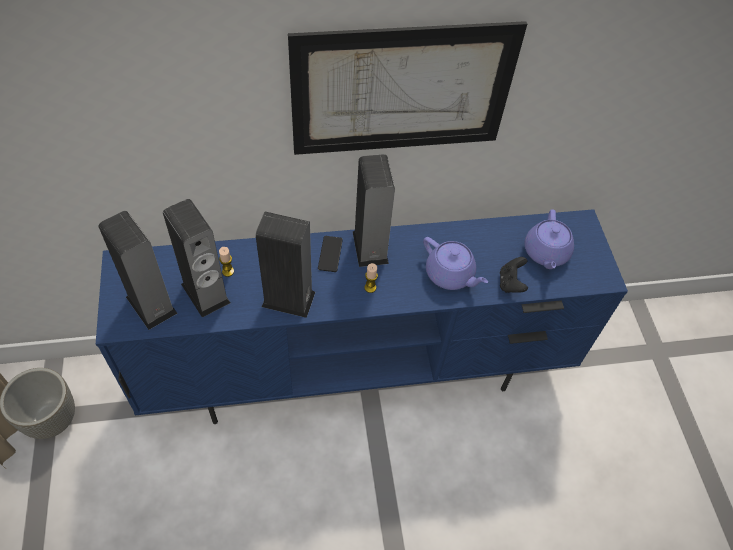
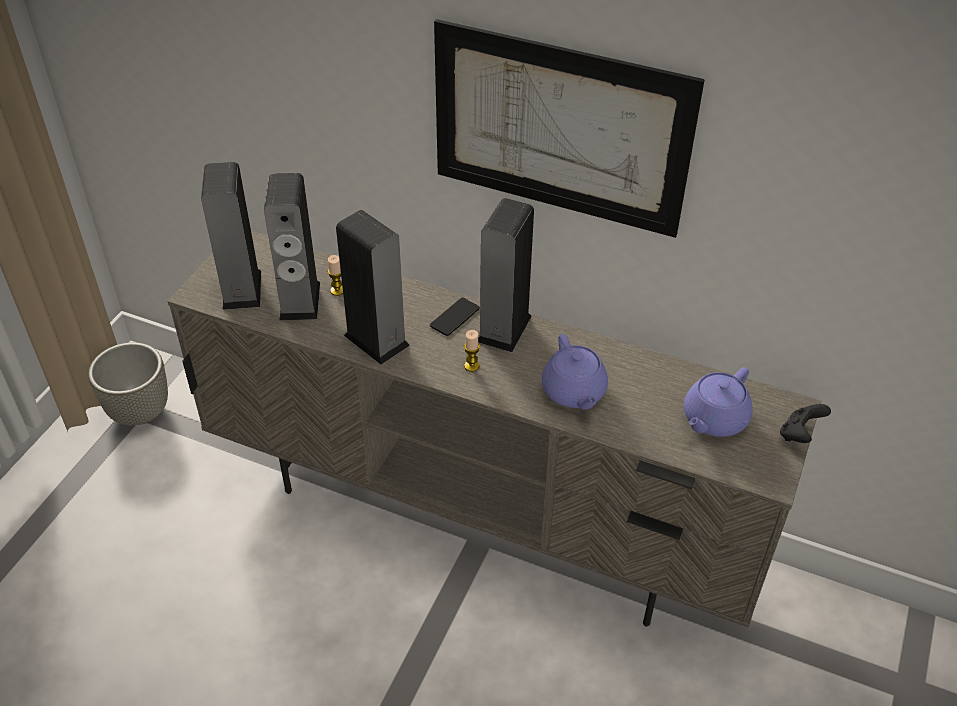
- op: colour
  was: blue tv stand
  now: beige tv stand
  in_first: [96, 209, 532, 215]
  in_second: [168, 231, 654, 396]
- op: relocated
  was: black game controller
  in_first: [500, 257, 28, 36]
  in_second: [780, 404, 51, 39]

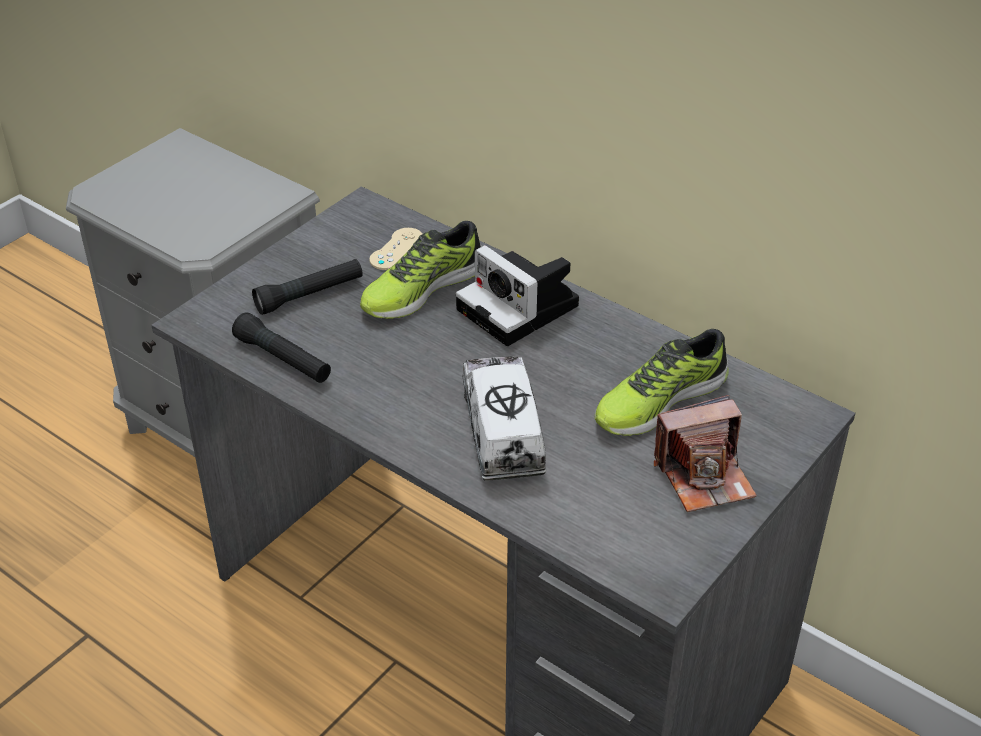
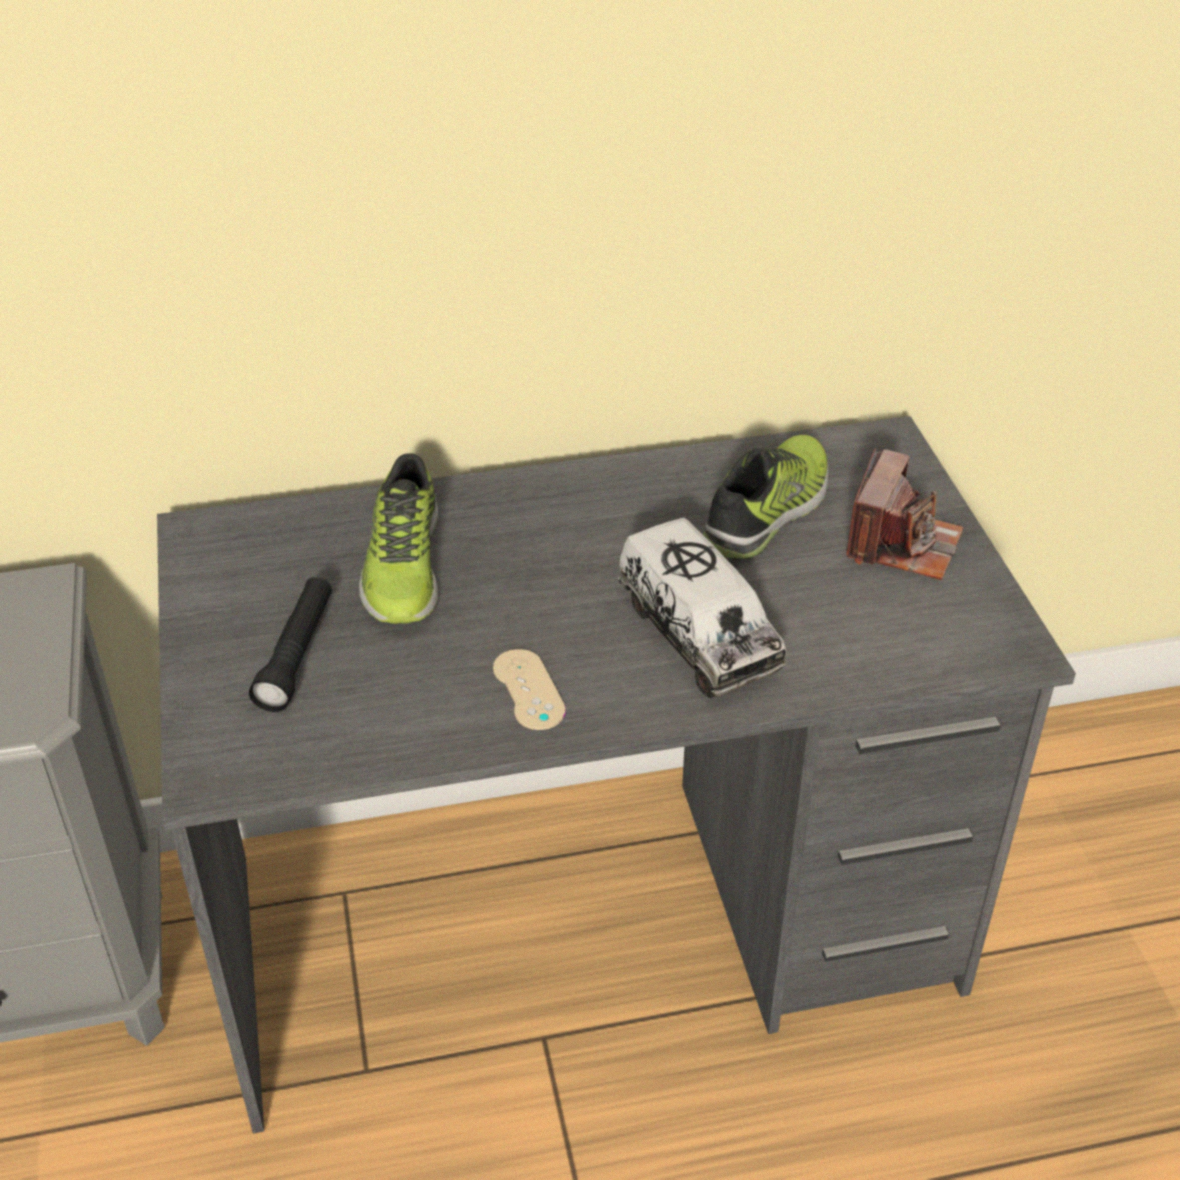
- op: relocated
  was: beige game controller
  in_first: [369, 228, 53, 42]
  in_second: [493, 649, 73, 81]
- op: spun
  was: toy truck
  in_first: [462, 356, 85, 125]
  in_second: [618, 518, 169, 180]
  clockwise: -150
- op: spun
  was: shoe
  in_first: [594, 329, 135, 107]
  in_second: [703, 435, 125, 125]
  clockwise: -150
- op: missing
  was: black flashlight
  in_first: [232, 312, 99, 71]
- op: missing
  was: photo camera
  in_first: [456, 245, 123, 101]

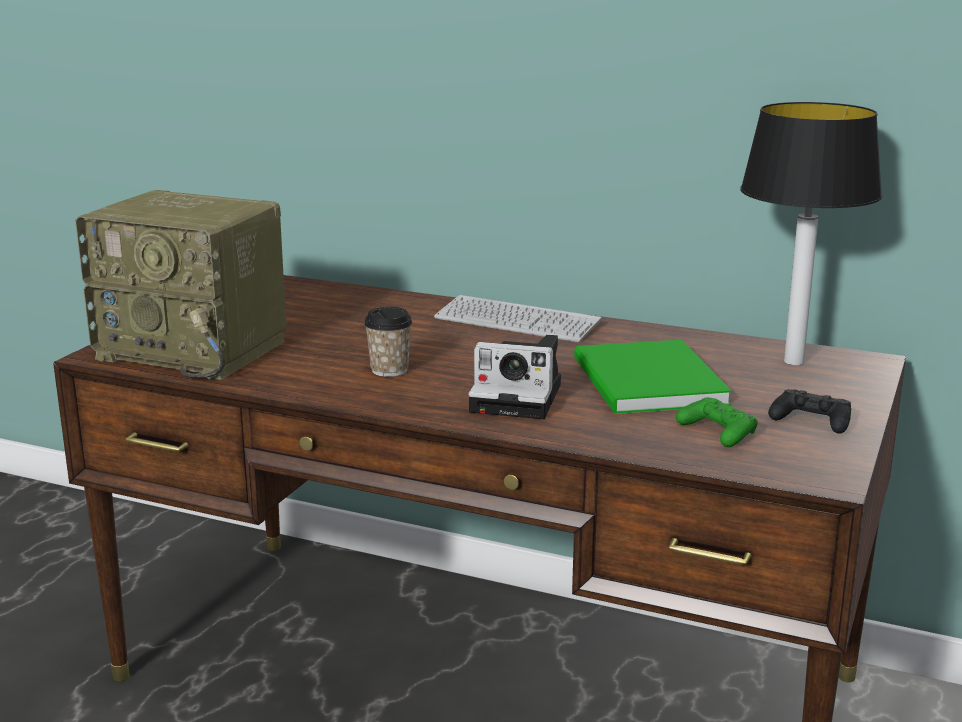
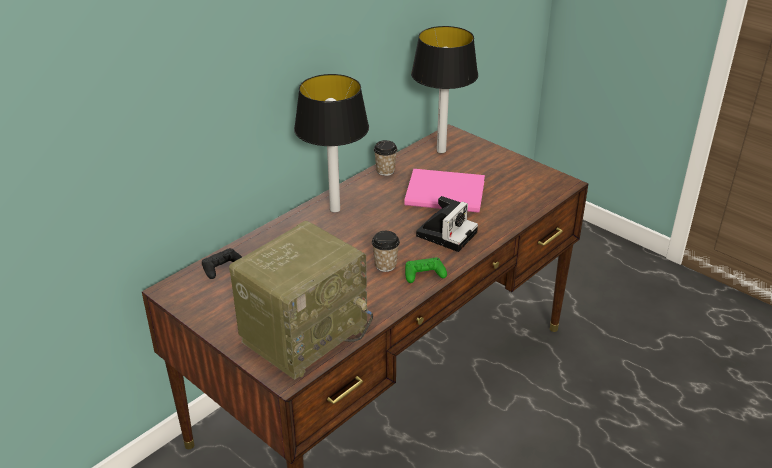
- op: relocated
  was: black game controller
  in_first: [768, 389, 83, 45]
  in_second: [202, 248, 40, 31]
- op: exchanged
  was: keyboard
  now: table lamp
  in_first: [434, 295, 167, 47]
  in_second: [294, 74, 75, 139]
- op: appeared
  now: cup
  in_second: [374, 140, 24, 36]
- op: colour
  was: green book
  now: pink book
  in_first: [574, 340, 158, 74]
  in_second: [404, 169, 81, 44]
- op: relocated
  was: green game controller
  in_first: [676, 397, 82, 50]
  in_second: [405, 257, 42, 26]

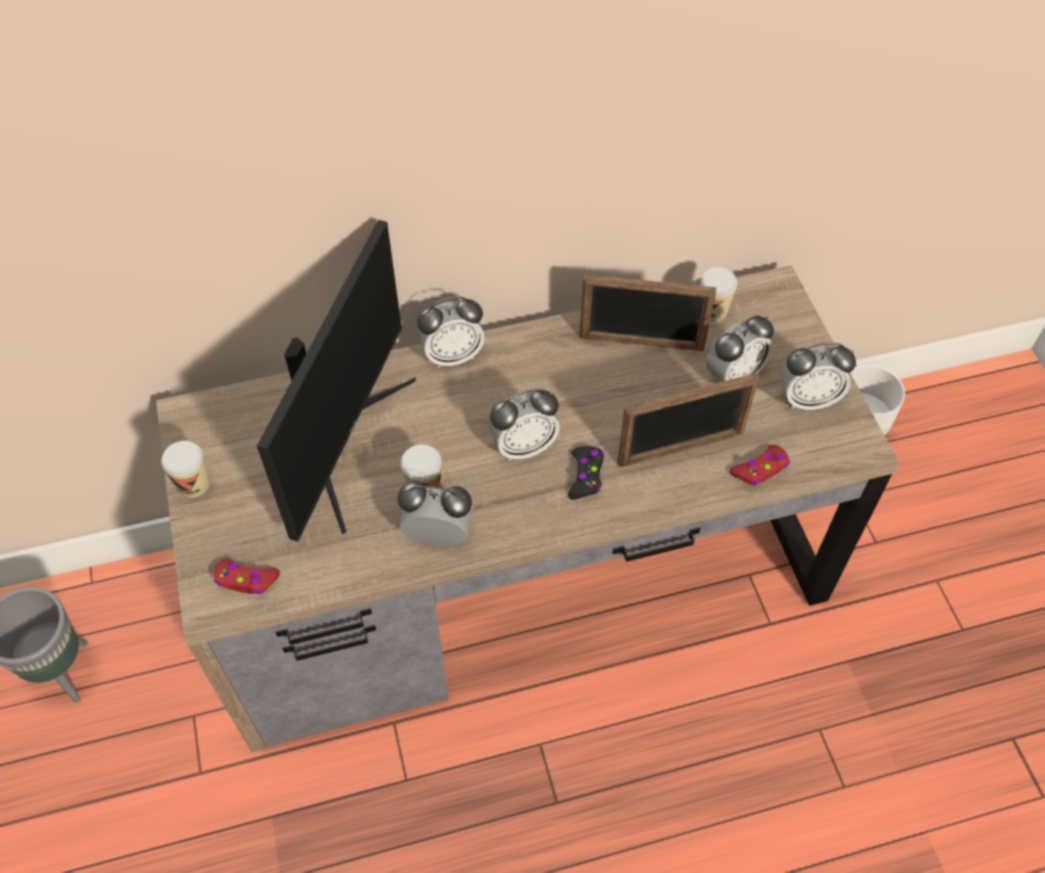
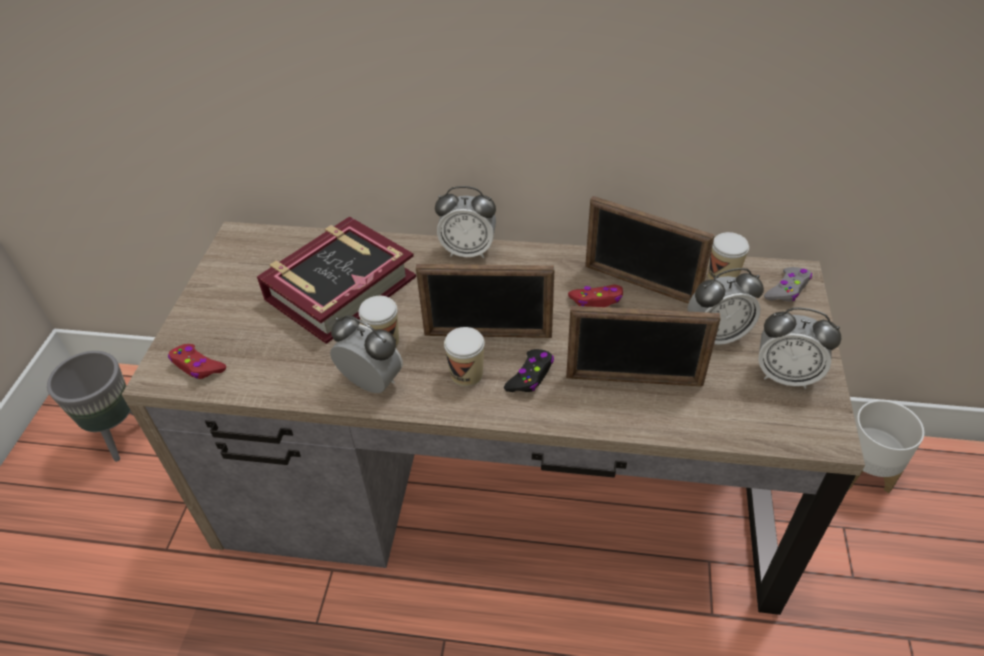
- op: exchanged
  was: monitor
  now: book
  in_first: [257, 220, 159, 322]
  in_second: [257, 216, 159, 128]
- op: exchanged
  was: alarm clock
  now: picture frame
  in_first: [488, 389, 72, 72]
  in_second: [416, 264, 139, 74]
- op: relocated
  was: cup
  in_first: [161, 441, 49, 57]
  in_second: [444, 327, 41, 60]
- op: relocated
  was: red game controller
  in_first: [729, 445, 61, 41]
  in_second: [568, 285, 55, 22]
- op: appeared
  now: grey game controller
  in_second: [764, 267, 48, 35]

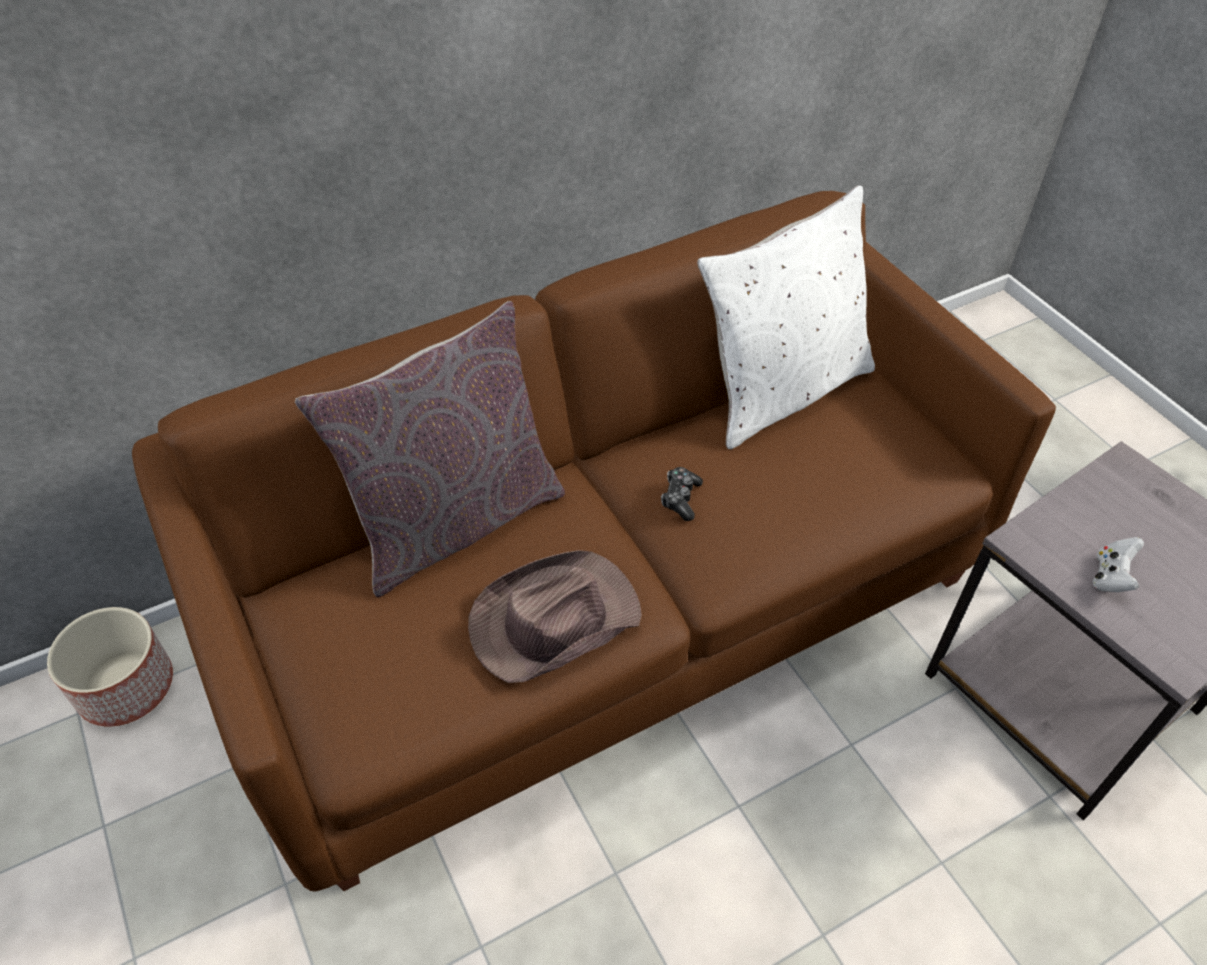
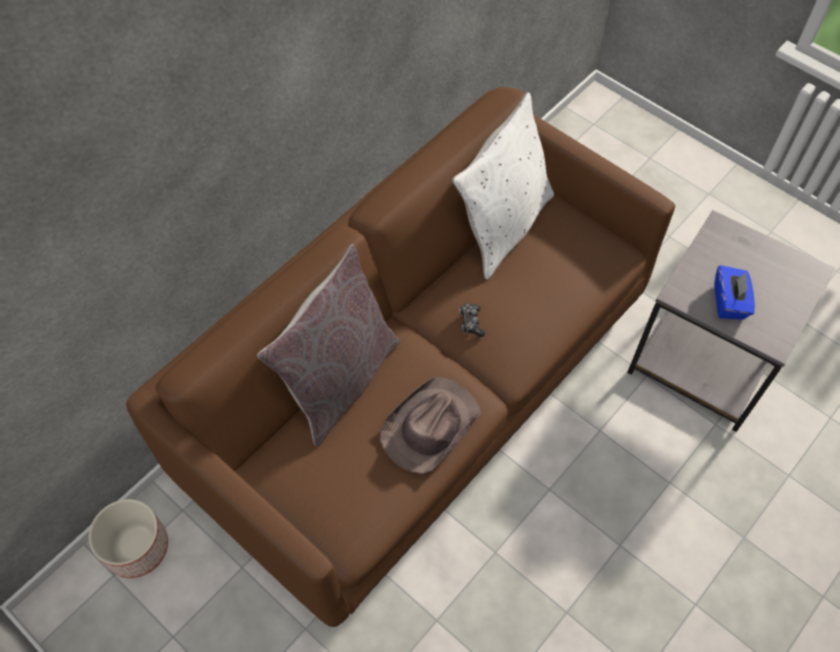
- op: exchanged
  was: white game controller
  now: blue tissue box
  in_first: [1093, 537, 51, 55]
  in_second: [714, 265, 41, 55]

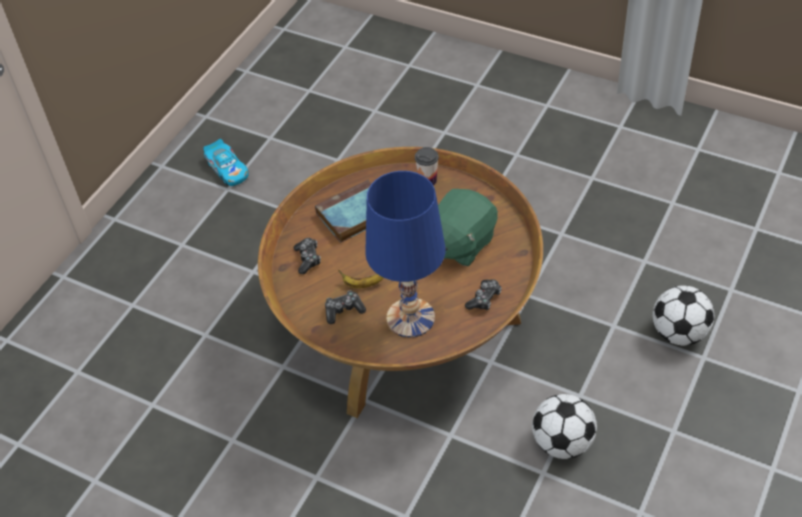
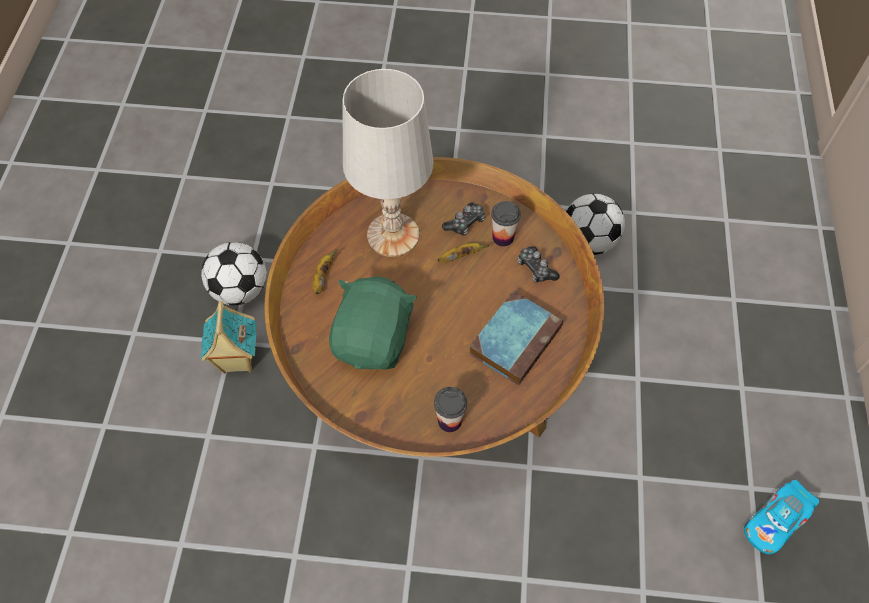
- op: appeared
  now: toy house
  in_second: [201, 301, 56, 73]
- op: exchanged
  was: game controller
  now: banana
  in_first: [465, 279, 37, 31]
  in_second: [313, 248, 24, 46]
- op: colour
  was: blue table lamp
  now: white table lamp
  in_first: [365, 171, 80, 167]
  in_second: [343, 69, 90, 188]
- op: appeared
  now: cup
  in_second: [491, 201, 30, 46]
- op: relocated
  was: football
  in_first: [653, 285, 61, 60]
  in_second: [566, 193, 59, 62]
- op: spun
  was: toy car
  in_first: [203, 139, 46, 47]
  in_second: [744, 480, 75, 75]
  clockwise: -75

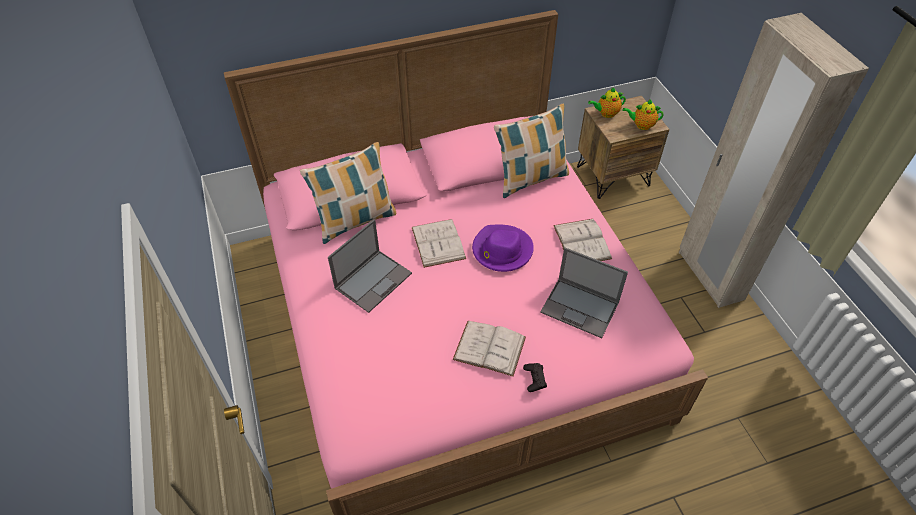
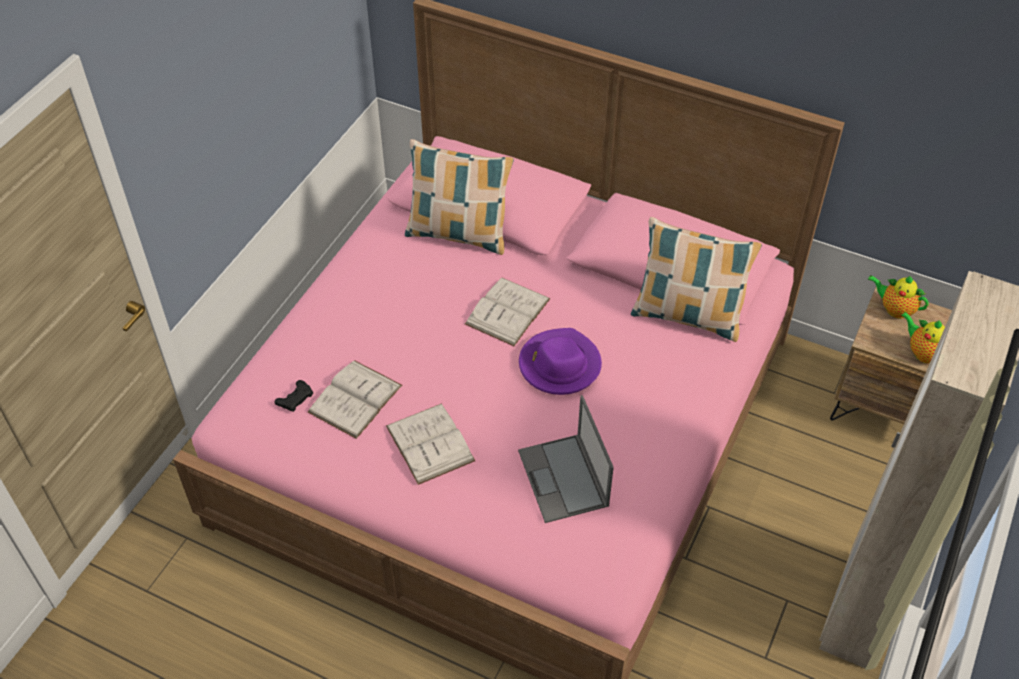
- op: relocated
  was: black game controller
  in_first: [523, 363, 24, 29]
  in_second: [274, 380, 39, 32]
- op: relocated
  was: white book
  in_first: [553, 219, 59, 42]
  in_second: [308, 360, 94, 79]
- op: missing
  was: laptop
  in_first: [328, 219, 84, 94]

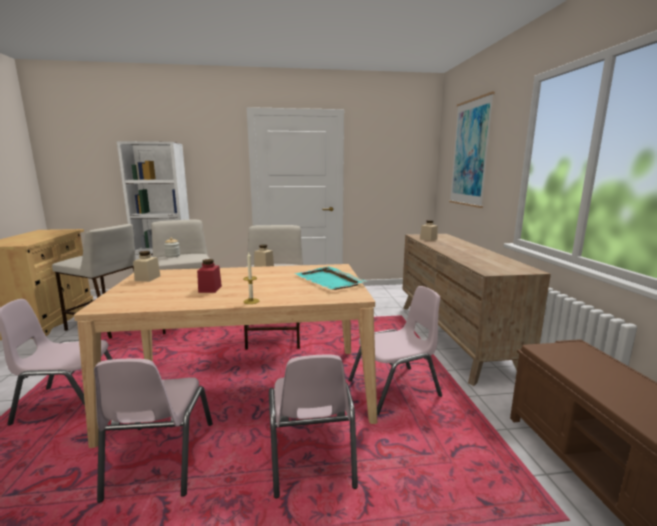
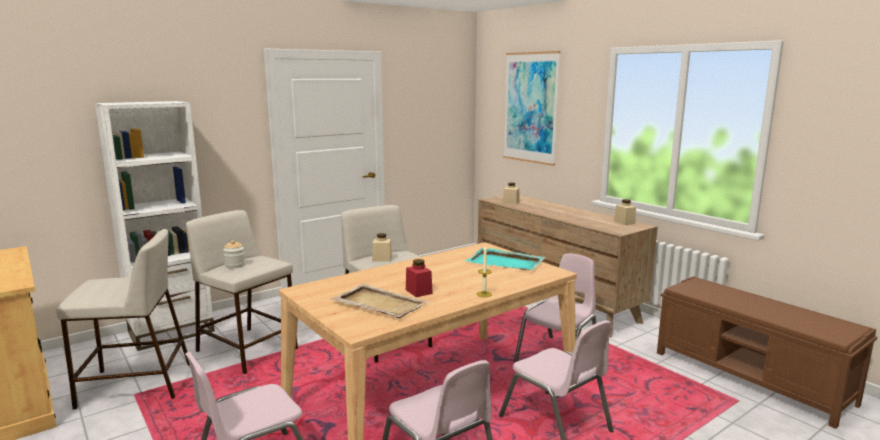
- op: appeared
  now: beige tray
  in_second: [330, 284, 100, 34]
- op: relocated
  was: beige jar
  in_first: [133, 251, 28, 31]
  in_second: [614, 199, 22, 26]

